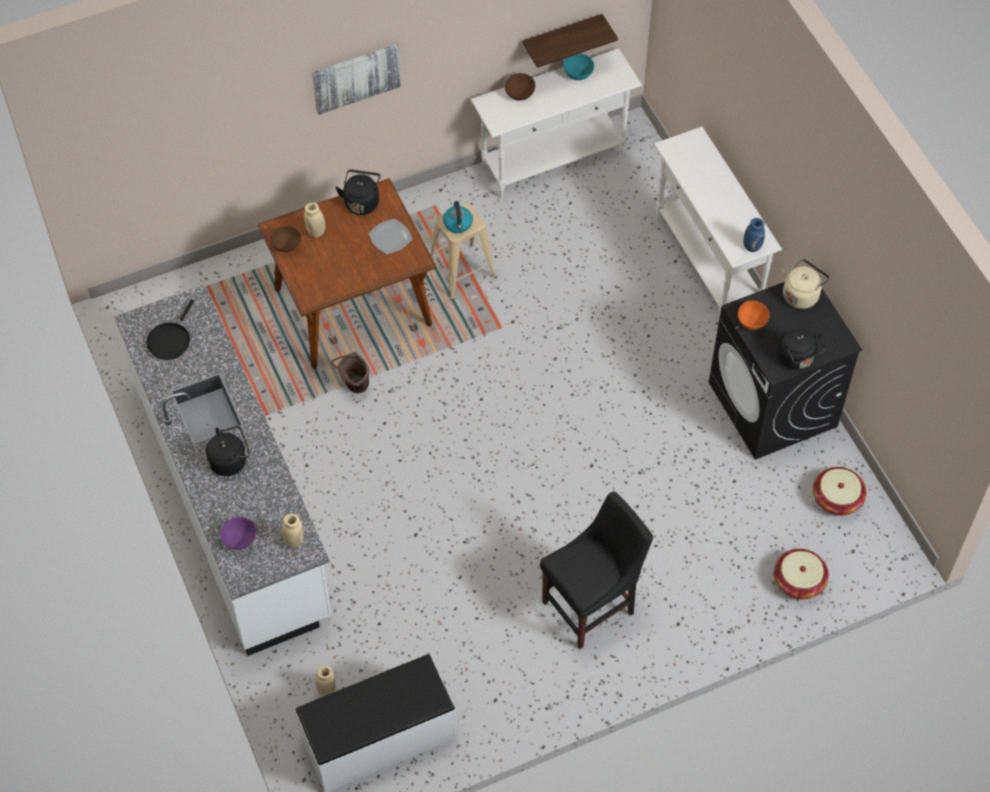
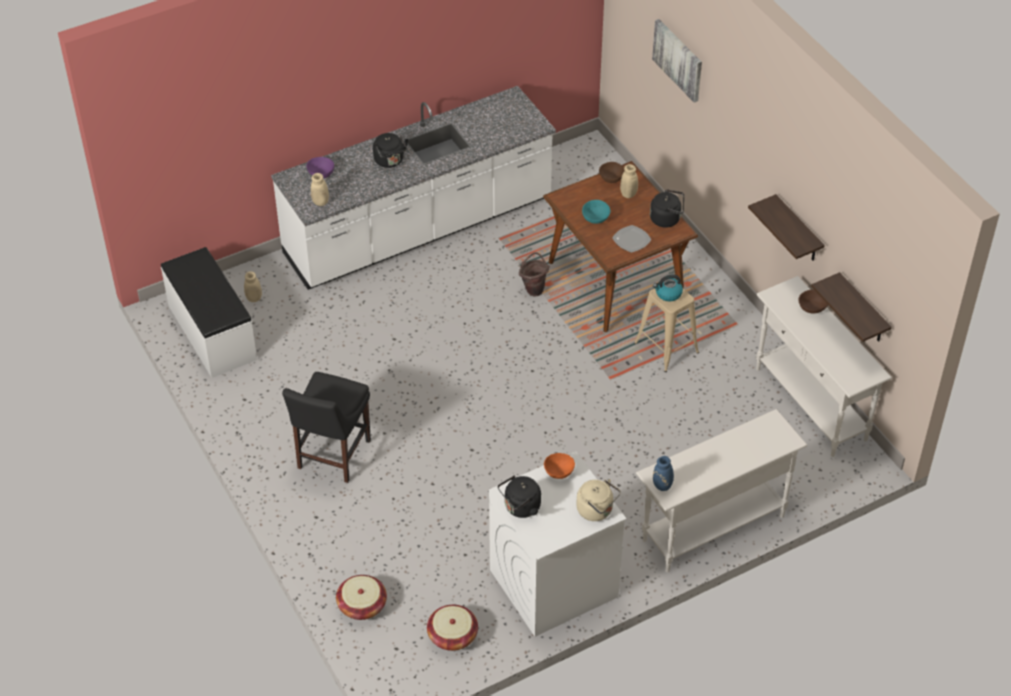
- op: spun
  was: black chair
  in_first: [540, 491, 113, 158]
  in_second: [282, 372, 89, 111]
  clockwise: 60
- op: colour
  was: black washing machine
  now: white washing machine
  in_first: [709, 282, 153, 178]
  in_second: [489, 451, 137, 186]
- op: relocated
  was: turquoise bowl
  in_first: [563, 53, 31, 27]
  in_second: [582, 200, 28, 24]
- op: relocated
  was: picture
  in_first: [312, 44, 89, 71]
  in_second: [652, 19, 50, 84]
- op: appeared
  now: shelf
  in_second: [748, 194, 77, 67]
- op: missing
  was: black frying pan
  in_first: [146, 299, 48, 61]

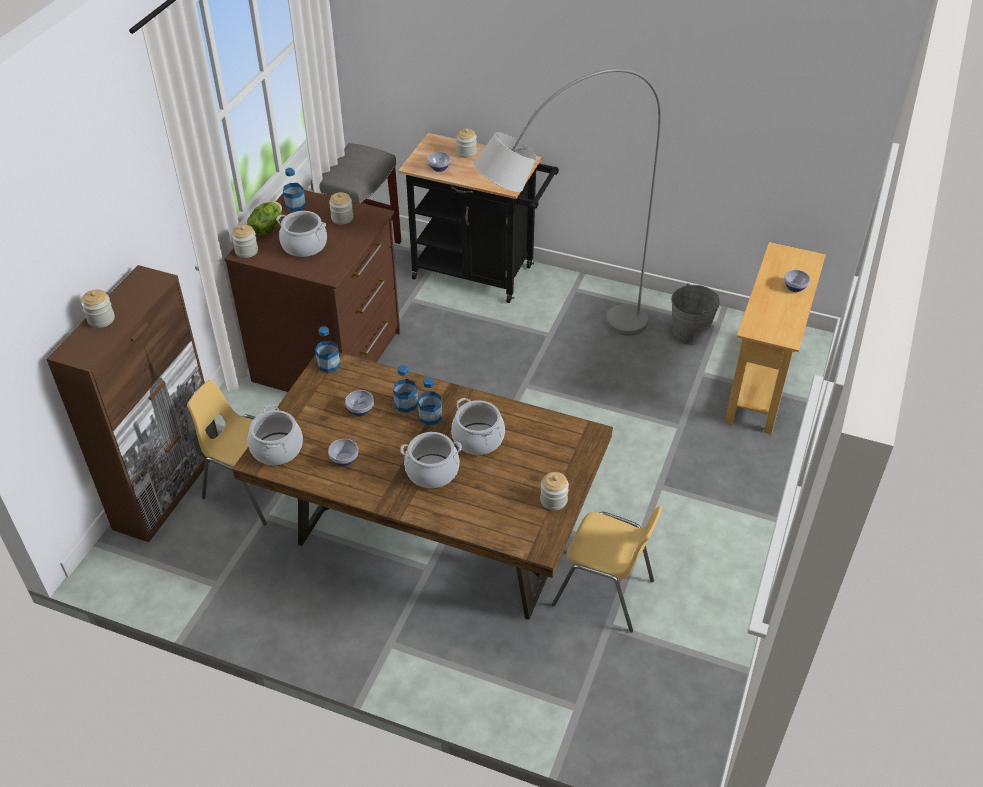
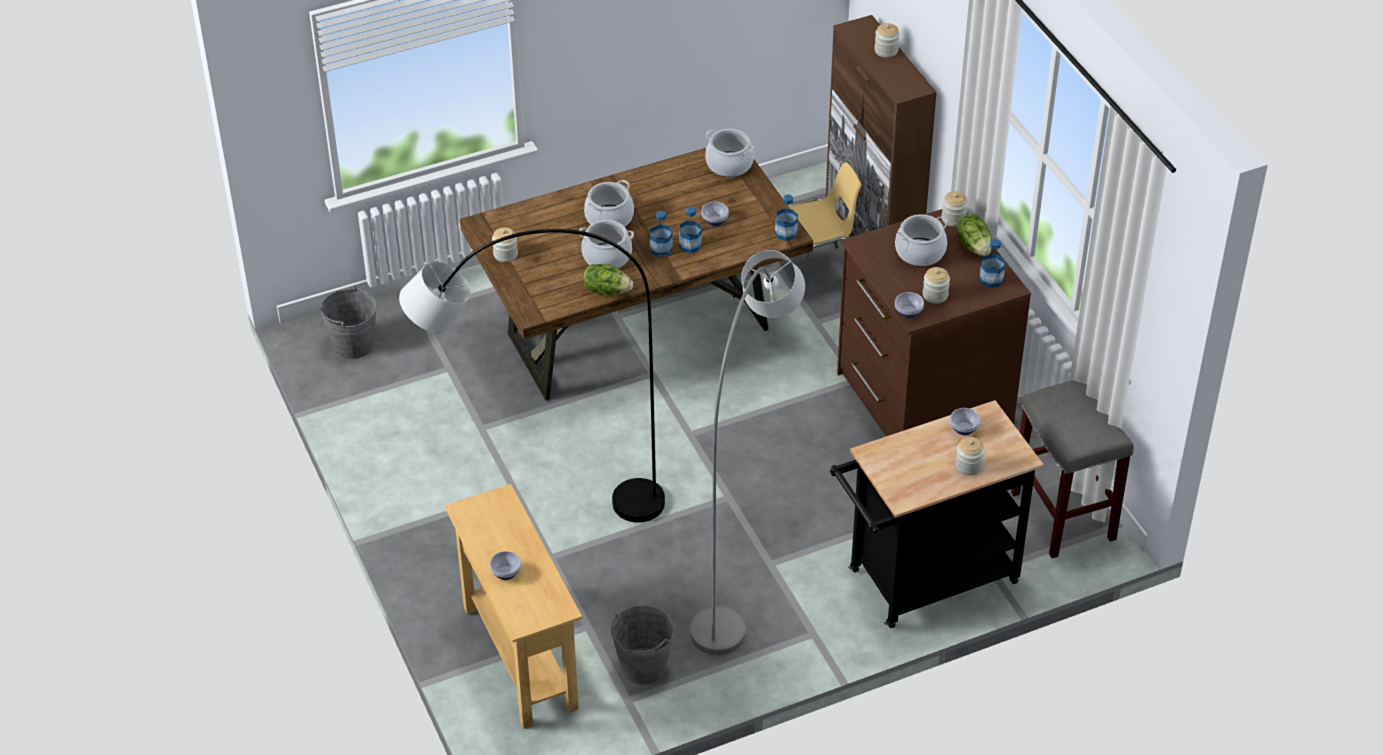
- op: appeared
  now: grey bucket
  in_second: [320, 286, 57, 73]
- op: appeared
  now: grey floor lamp
  in_second: [399, 229, 266, 293]
- op: appeared
  now: lettuce
  in_second: [583, 264, 50, 31]
- op: relocated
  was: bowl
  in_first: [328, 439, 30, 27]
  in_second: [895, 292, 29, 26]
- op: missing
  was: yellow chair
  in_first: [552, 506, 111, 126]

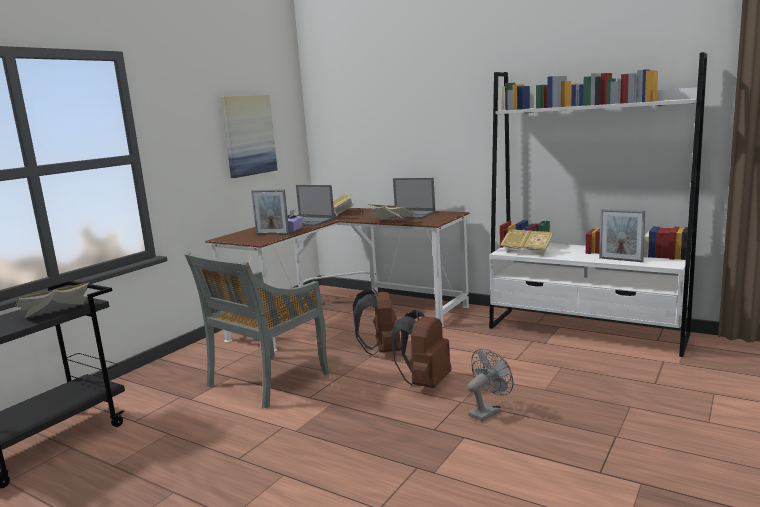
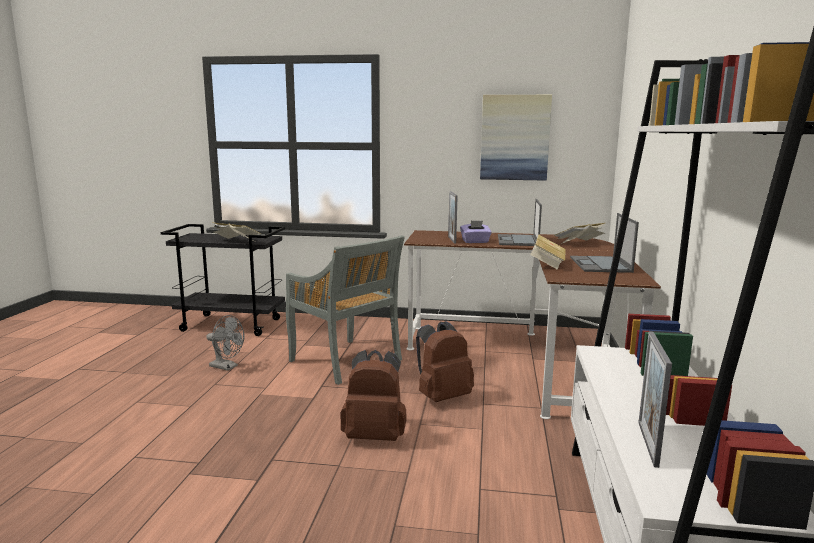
- op: relocated
  was: grey fan
  in_first: [467, 348, 46, 73]
  in_second: [206, 315, 38, 56]
- op: spun
  was: grey chair
  in_first: [184, 252, 145, 156]
  in_second: [286, 235, 119, 150]
  clockwise: -150
- op: missing
  was: book
  in_first: [500, 229, 54, 27]

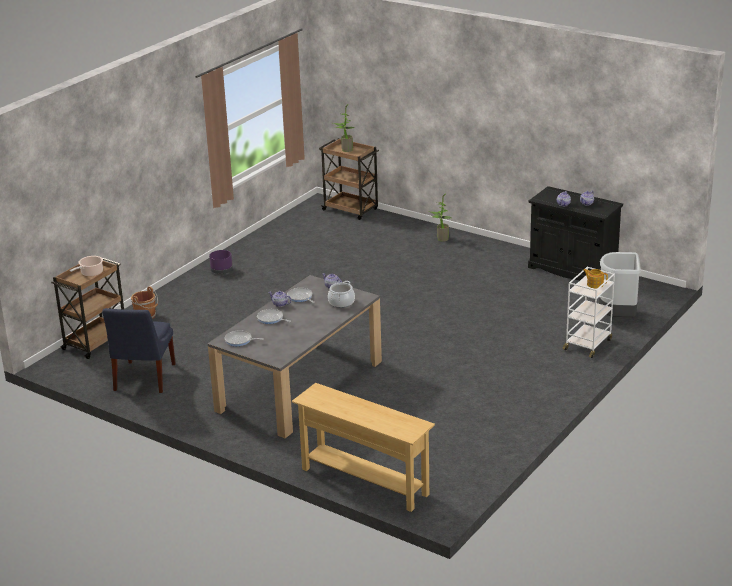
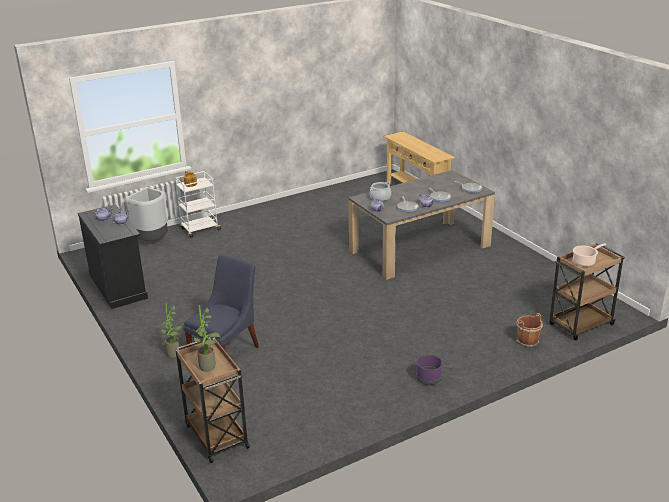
- op: relocated
  was: blue chair
  in_first: [102, 308, 74, 85]
  in_second: [183, 254, 76, 96]

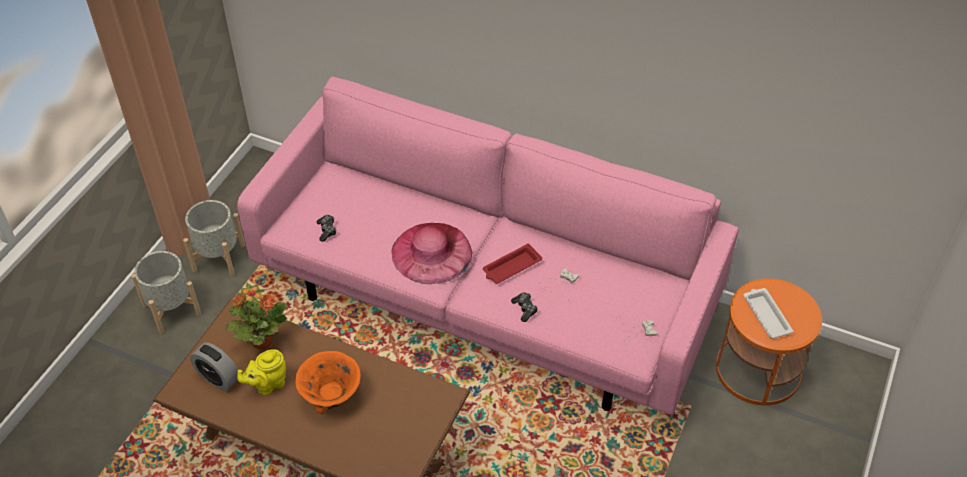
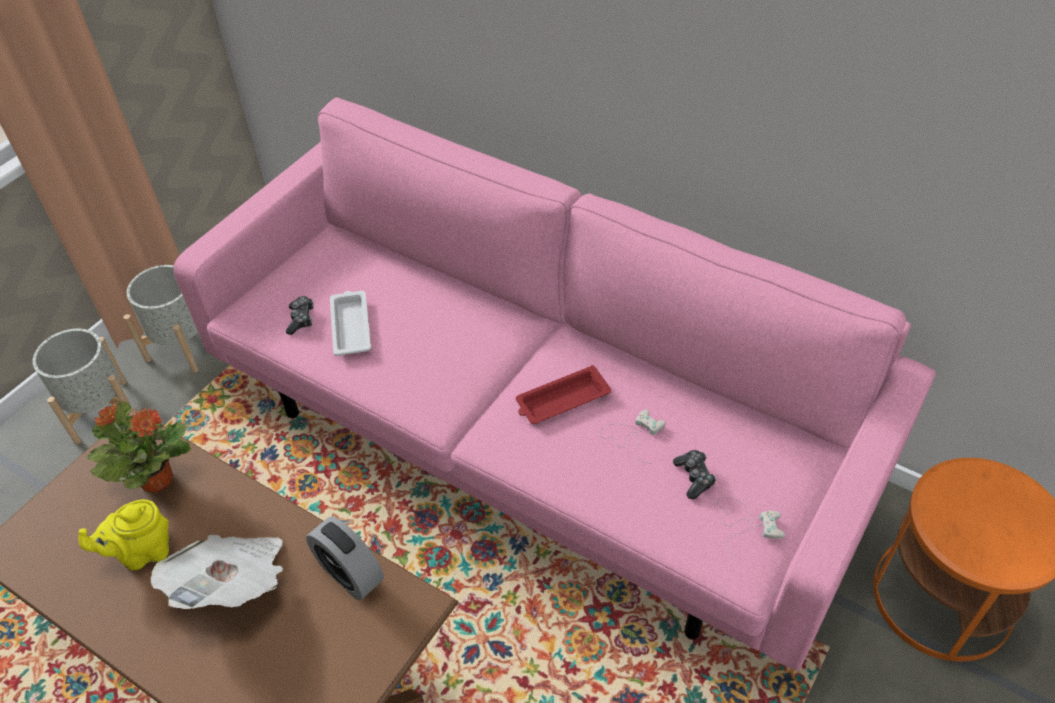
- op: exchanged
  was: orange bowl
  now: newspaper
  in_first: [295, 351, 66, 63]
  in_second: [151, 535, 132, 74]
- op: relocated
  was: alarm clock
  in_first: [190, 342, 48, 49]
  in_second: [306, 516, 78, 84]
- op: relocated
  was: white tray
  in_first: [743, 288, 51, 51]
  in_second: [330, 291, 41, 65]
- op: relocated
  was: game controller
  in_first: [511, 292, 27, 30]
  in_second: [673, 450, 43, 49]
- op: missing
  was: pink hat
  in_first: [391, 223, 81, 61]

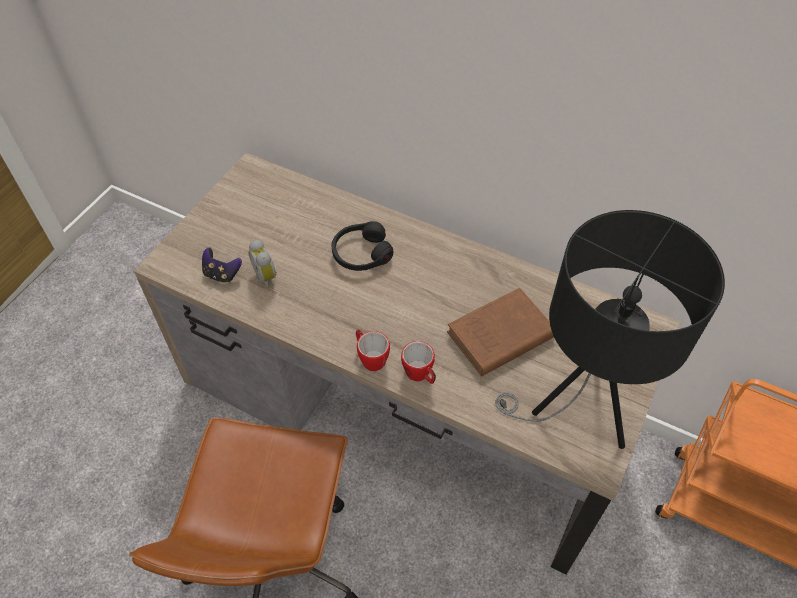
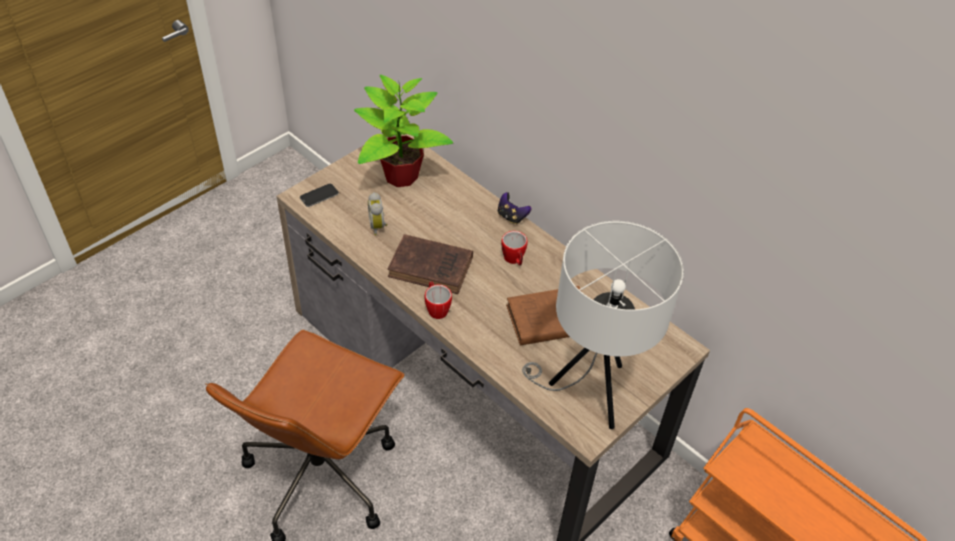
- op: appeared
  now: phone
  in_second: [300, 184, 39, 23]
- op: appeared
  now: potted plant
  in_second: [354, 75, 99, 112]
- op: appeared
  now: brown book
  in_second: [387, 234, 86, 60]
- op: relocated
  was: game controller
  in_first: [202, 248, 40, 35]
  in_second: [498, 192, 34, 32]
- op: relocated
  was: mug
  in_first: [401, 341, 35, 43]
  in_second: [501, 231, 27, 35]
- op: colour
  was: black table lamp
  now: white table lamp
  in_first: [495, 210, 230, 239]
  in_second: [522, 221, 162, 208]
- op: missing
  was: black headphones
  in_first: [332, 221, 61, 50]

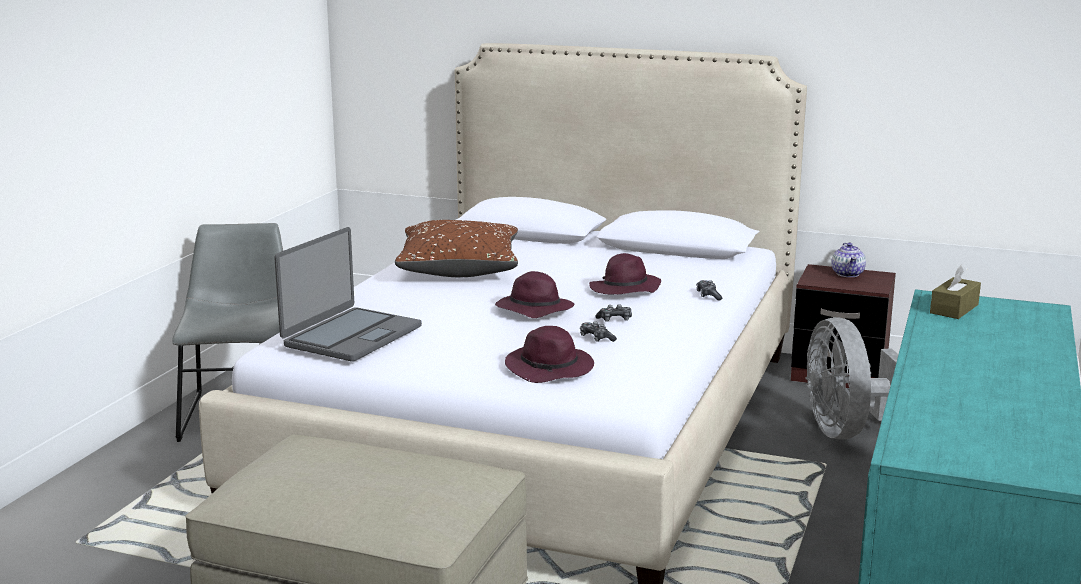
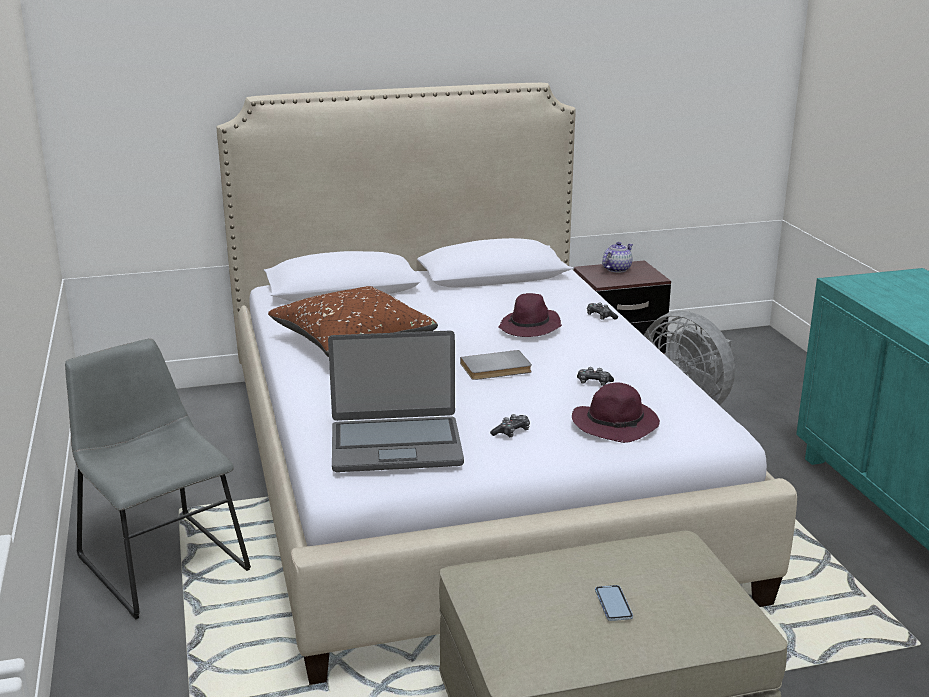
- op: spun
  was: laptop
  in_first: [274, 227, 148, 135]
  in_second: [328, 331, 136, 141]
  clockwise: 90
- op: exchanged
  was: purple hat
  now: grey book
  in_first: [495, 271, 79, 47]
  in_second: [460, 350, 72, 30]
- op: relocated
  was: game controller
  in_first: [595, 304, 37, 18]
  in_second: [490, 414, 40, 24]
- op: appeared
  now: phone
  in_second: [595, 585, 38, 36]
- op: spun
  was: teapot
  in_first: [831, 243, 35, 34]
  in_second: [602, 242, 31, 31]
  clockwise: -105
- op: missing
  was: brown tissue box
  in_first: [930, 264, 51, 55]

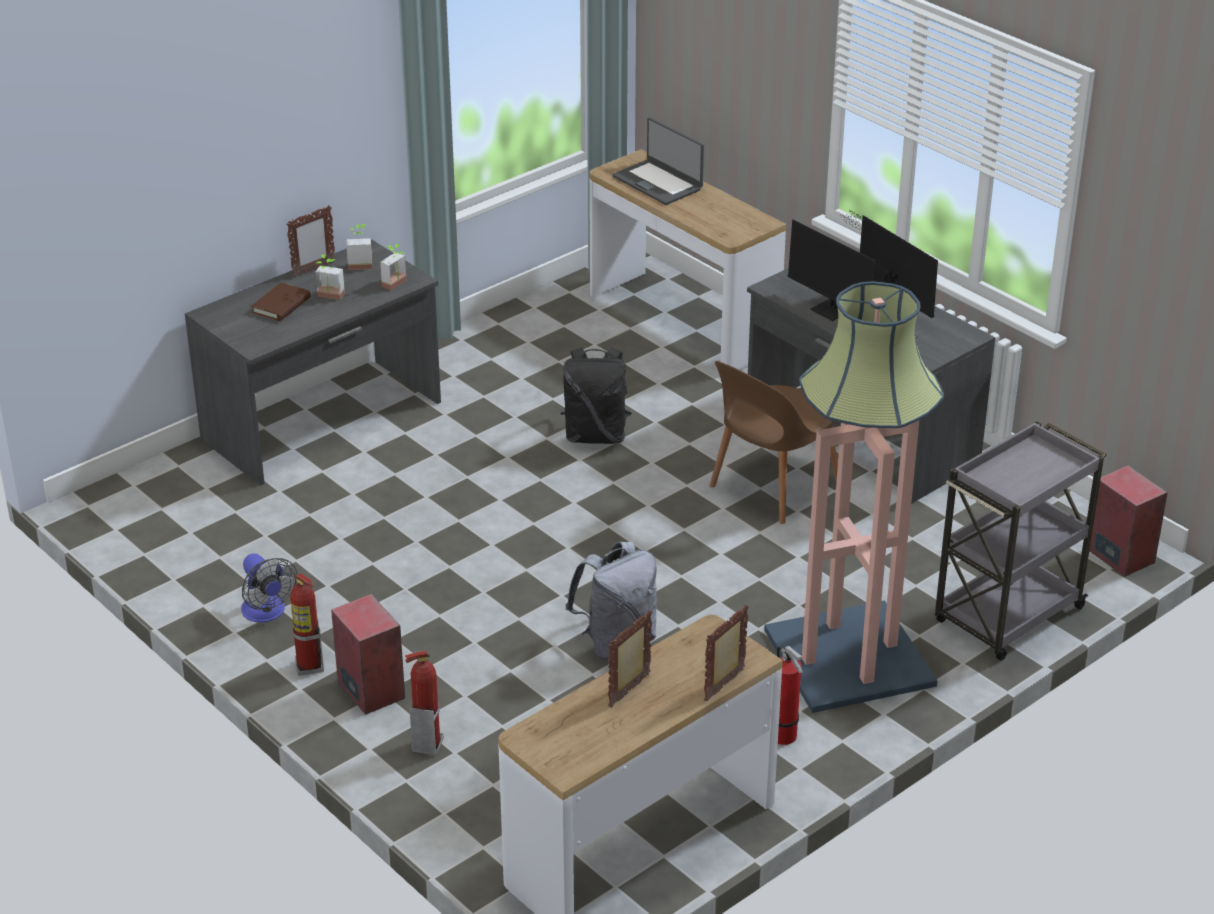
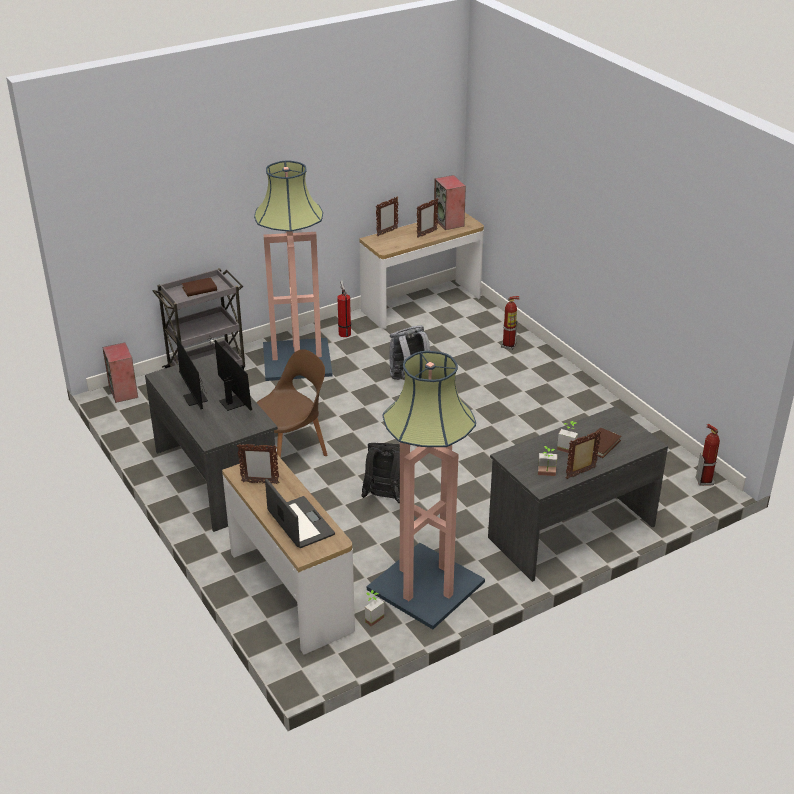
- op: appeared
  now: brown book
  in_second: [182, 277, 35, 20]
- op: appeared
  now: picture frame
  in_second: [237, 444, 42, 40]
- op: relocated
  was: potted plant
  in_first: [380, 244, 27, 46]
  in_second: [365, 590, 19, 37]
- op: appeared
  now: floor lamp
  in_second: [367, 351, 118, 278]
- op: relocated
  was: speaker
  in_first: [331, 594, 74, 121]
  in_second: [434, 175, 32, 55]
- op: relocated
  was: fire extinguisher
  in_first: [290, 573, 34, 103]
  in_second: [696, 424, 24, 62]
- op: missing
  was: fan
  in_first: [241, 553, 56, 70]

